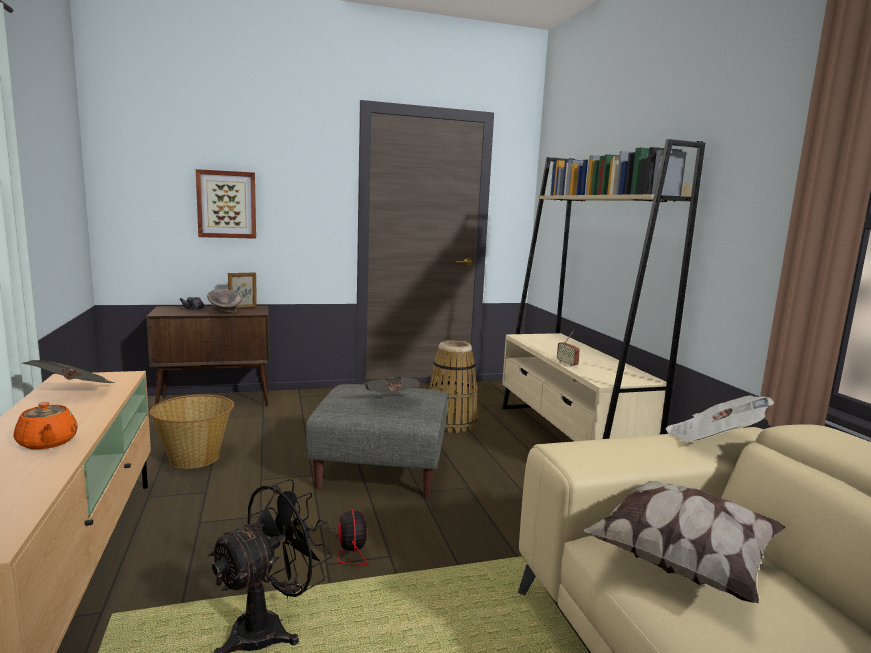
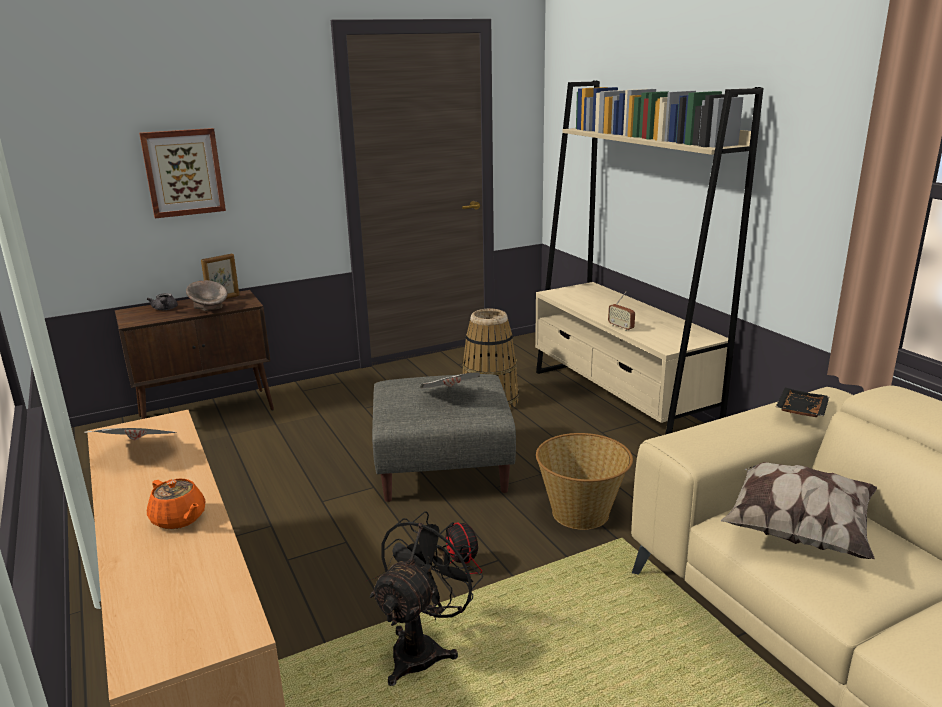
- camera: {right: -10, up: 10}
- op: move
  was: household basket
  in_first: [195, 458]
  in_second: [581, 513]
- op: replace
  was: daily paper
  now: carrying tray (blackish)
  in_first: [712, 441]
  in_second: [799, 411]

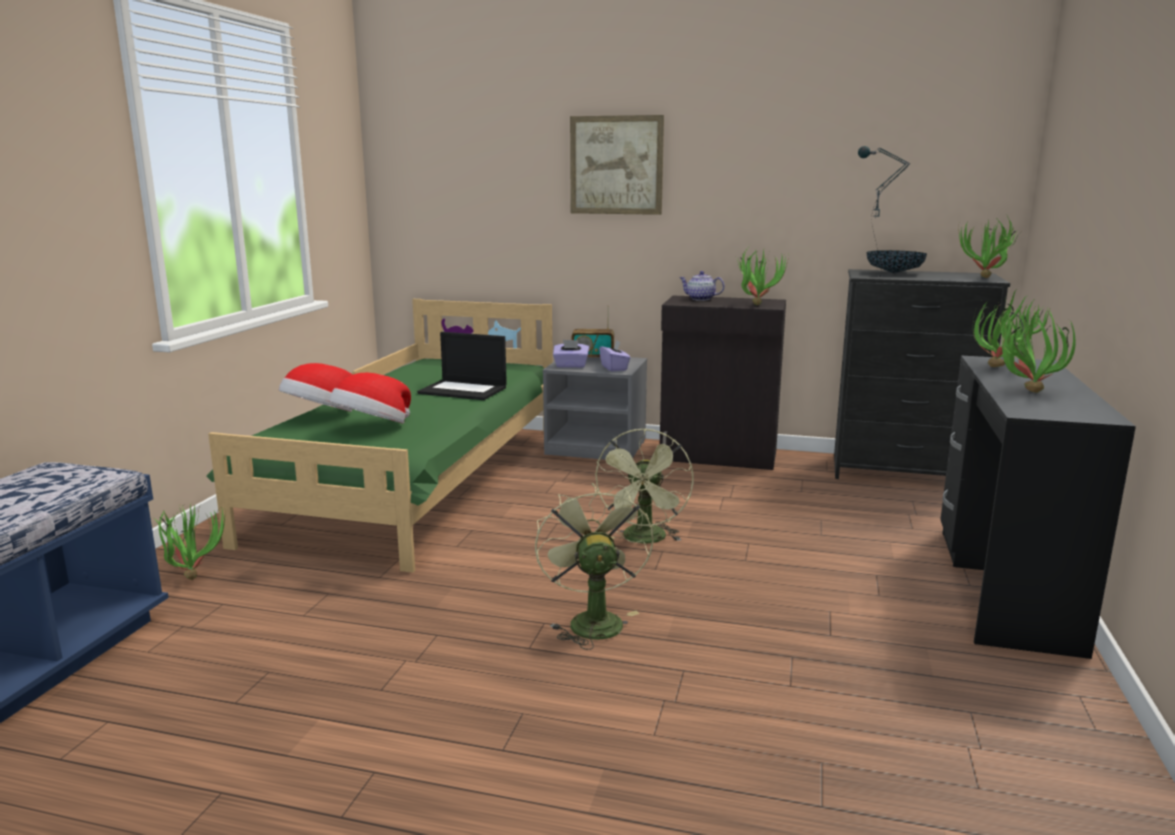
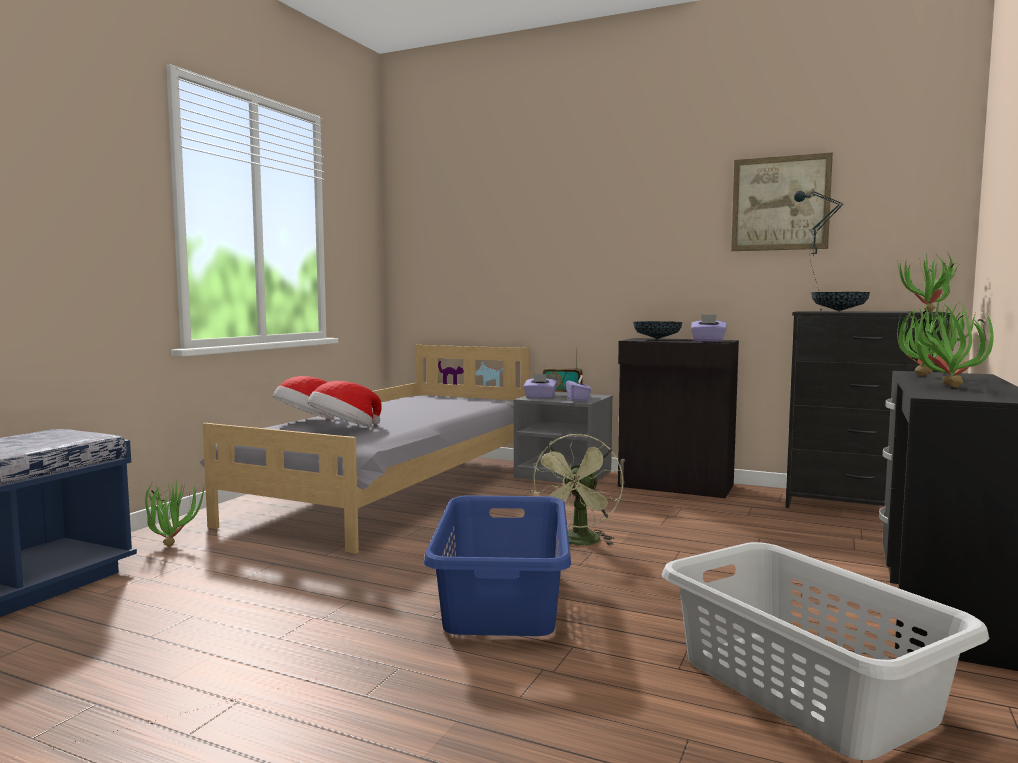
- camera: {right: 10, up: -10}
- op: move
  was: wall picture
  in_first: [616, 165]
  in_second: [780, 203]
- op: replace
  was: plant in a pot
  now: box of tissues (purplish)
  in_first: [757, 304]
  in_second: [708, 341]
- op: replace
  was: teapot
  now: bowl
  in_first: [700, 299]
  in_second: [657, 339]
- op: recolor
  was: sleeping bed (green-coloured)
  now: sleeping bed (greyish)
  in_first: [418, 481]
  in_second: [395, 490]
- op: delete
  was: notebook computer
  in_first: [464, 390]
- op: replace
  was: fan (green-coloured)
  now: washing basket (bluish)
  in_first: [592, 620]
  in_second: [501, 600]
- op: insert
  now: washing basket (greyish)
  in_second: [804, 689]

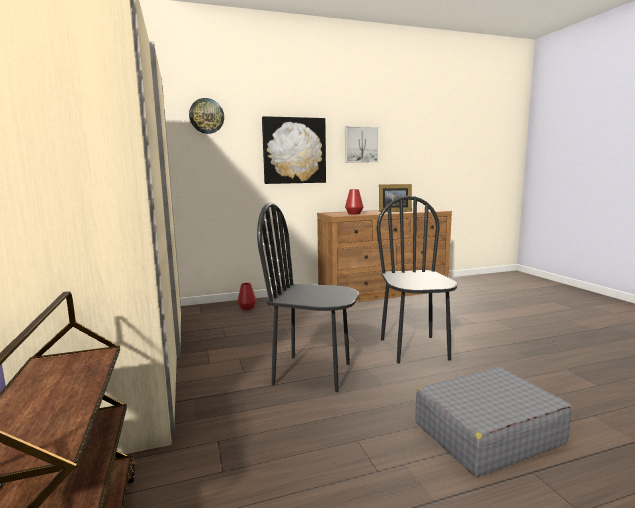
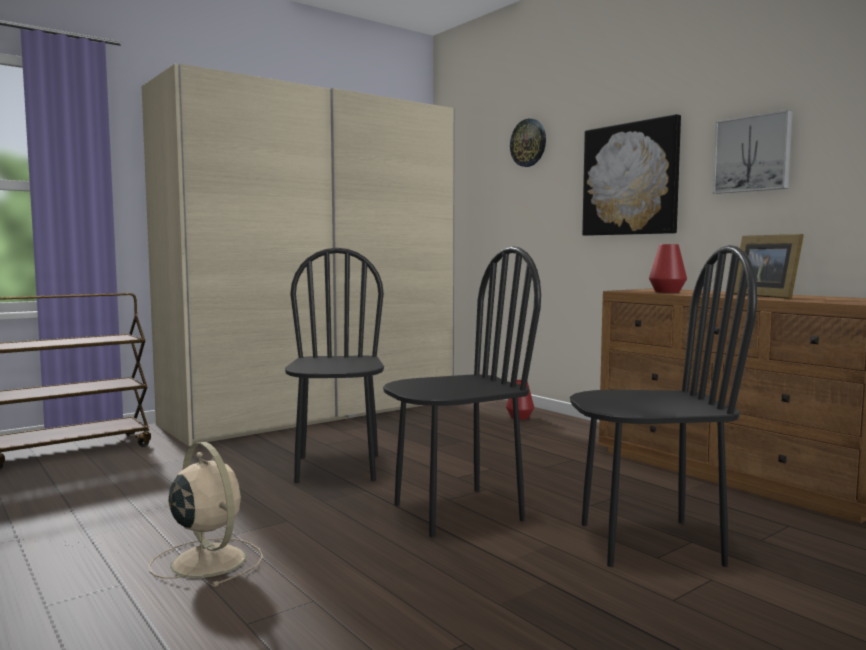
- camera: {right: 70, up: -5}
- op: replace
  was: travel case (greyish)
  now: fan (sand-coloured)
  in_first: [487, 433]
  in_second: [207, 560]
- op: insert
  now: chair (blackish)
  in_second: [649, 543]

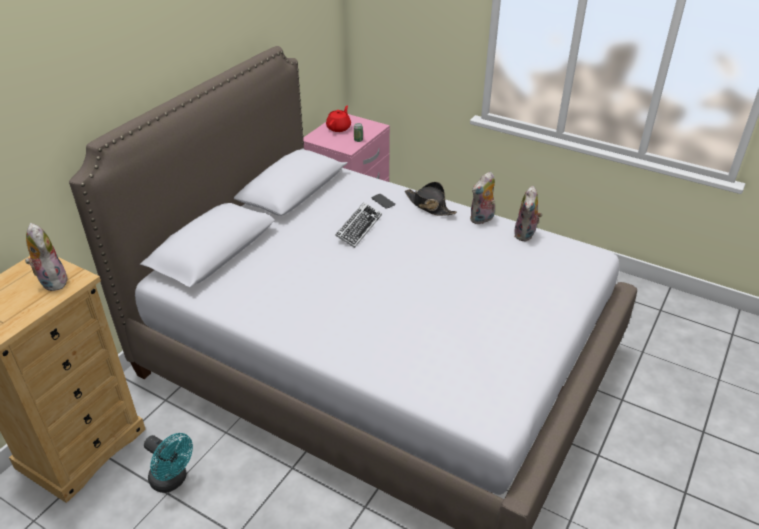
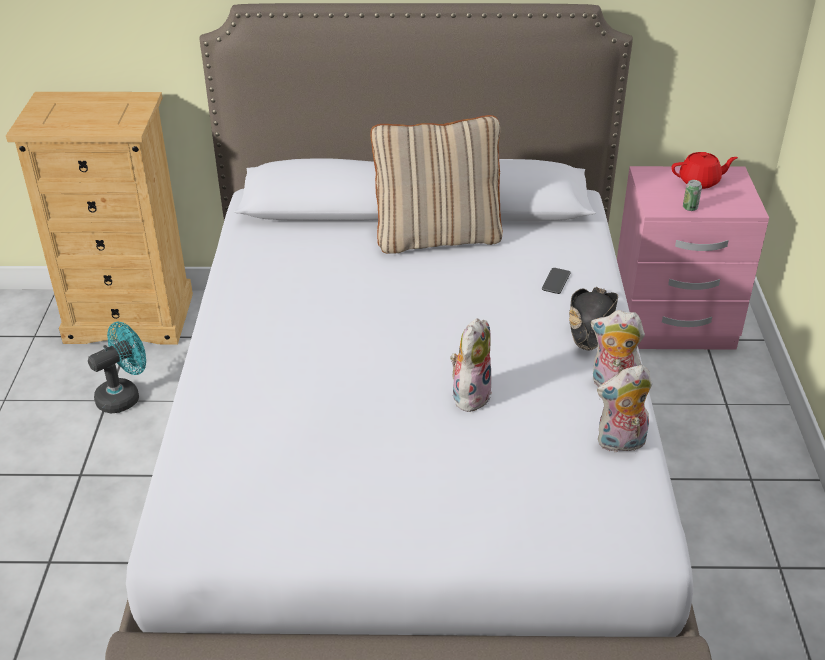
- camera: {right: 60, up: 0}
- op: delete
  was: computer keyboard
  in_first: [358, 228]
- op: move
  was: cuddly toy
  in_first: [51, 281]
  in_second: [470, 394]
- op: rotate
  was: fan (turquoise)
  in_first: [173, 480]
  in_second: [124, 396]
  clockwise: -135
- op: insert
  now: cushion (sand-coloured)
  in_second: [437, 237]

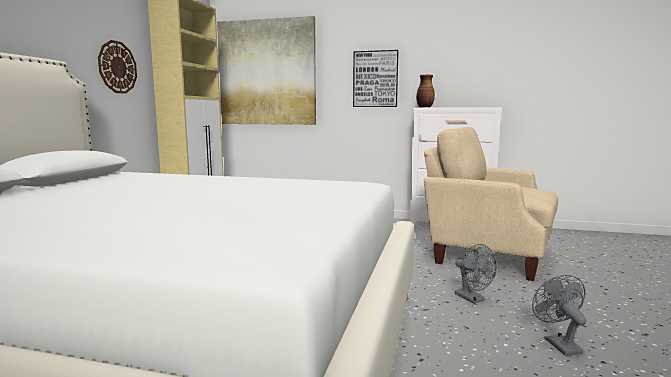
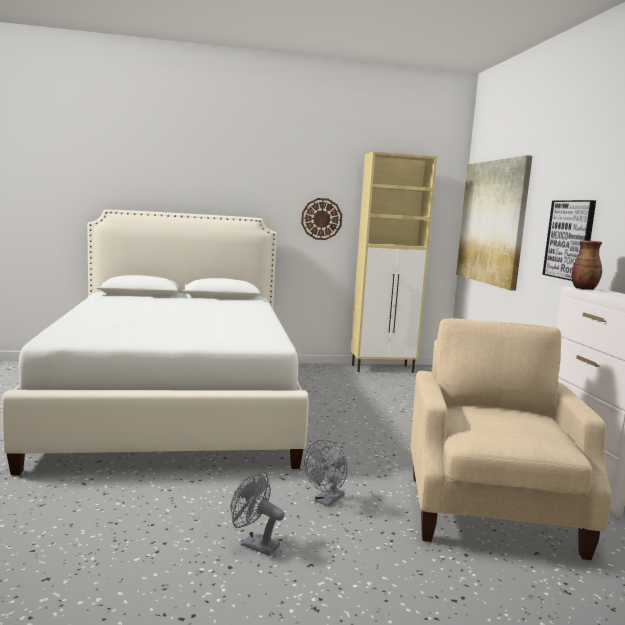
- camera: {right: 65, up: 0}
- op: rotate
  was: fan (greyish)
  in_first: [558, 343]
  in_second: [254, 544]
  clockwise: -120

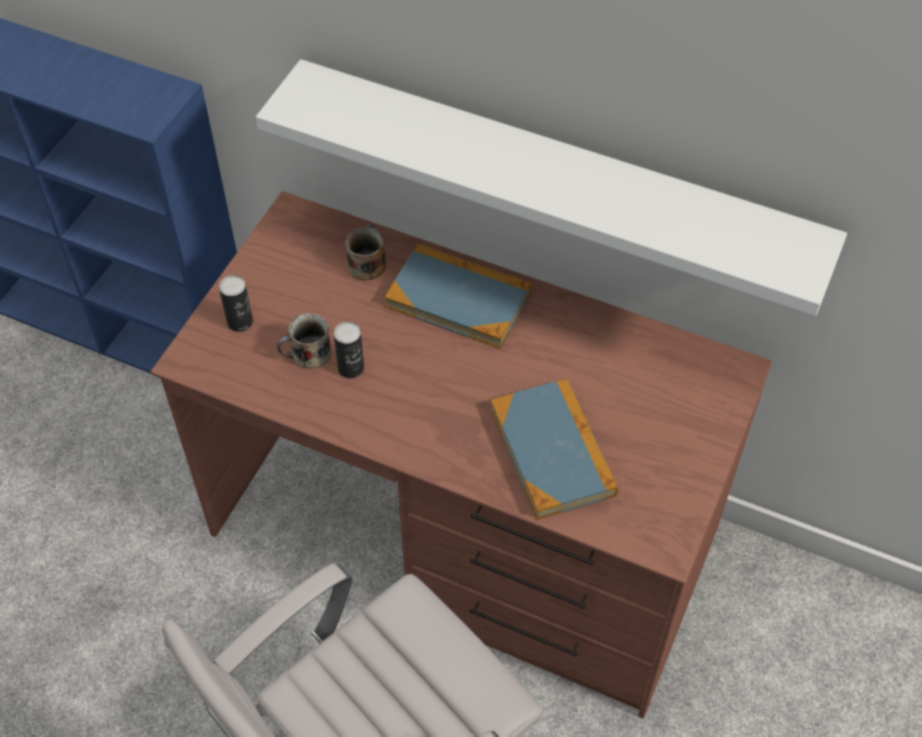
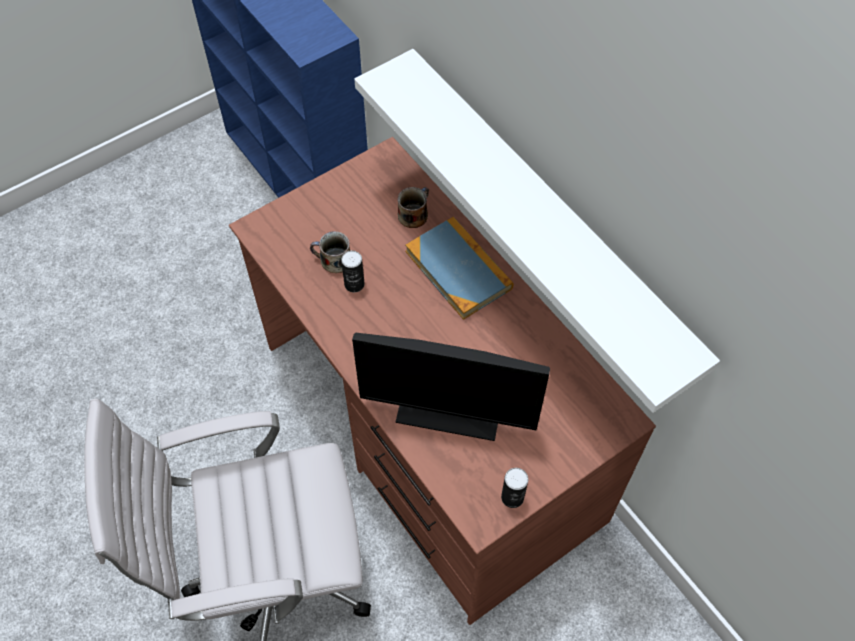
- camera: {right: 30, up: 5}
- op: move
  was: can
  in_first: [240, 322]
  in_second: [512, 497]
- op: replace
  was: bound book
  now: computer display
  in_first: [552, 451]
  in_second: [449, 411]

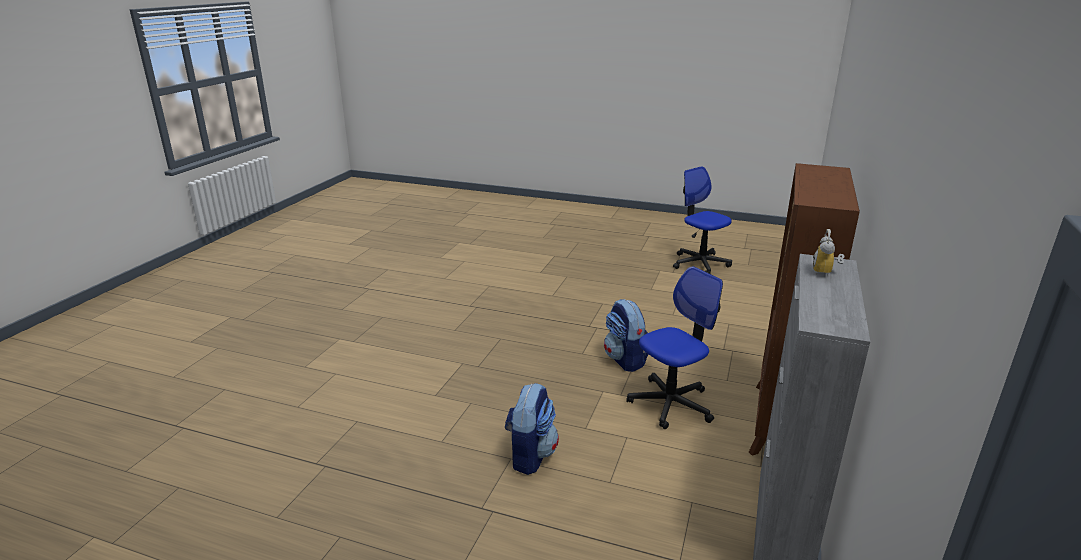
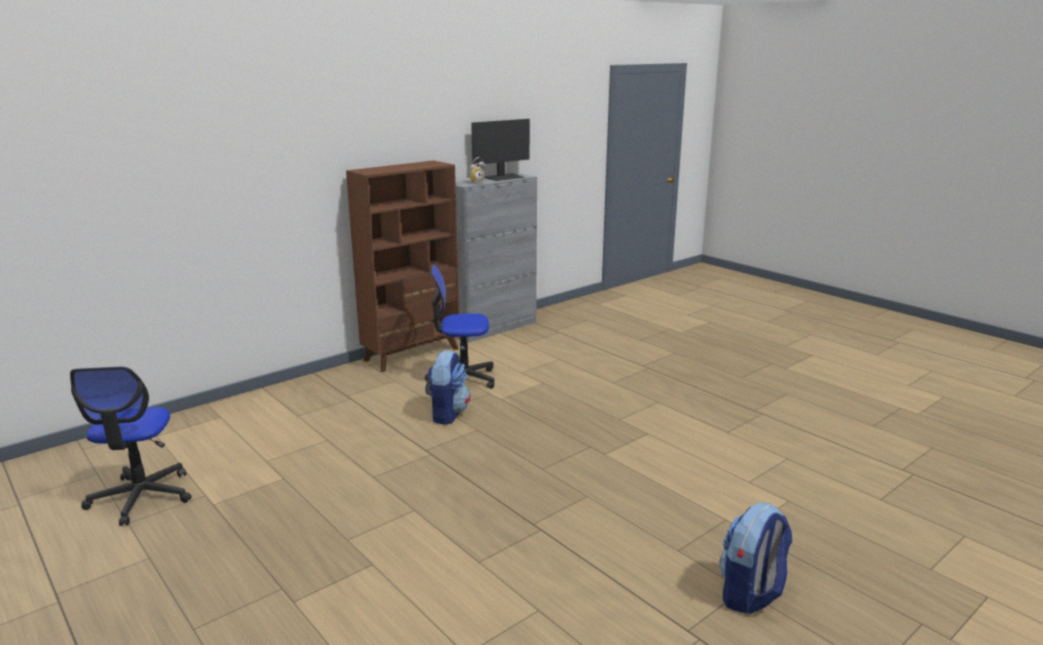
- camera: {right: -150, up: -5}
- op: move
  was: backpack
  in_first: [530, 455]
  in_second: [751, 595]
- op: insert
  now: computer display
  in_second: [504, 177]

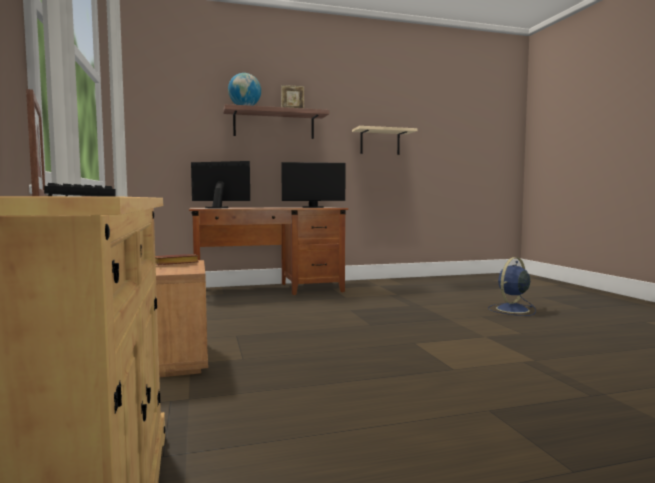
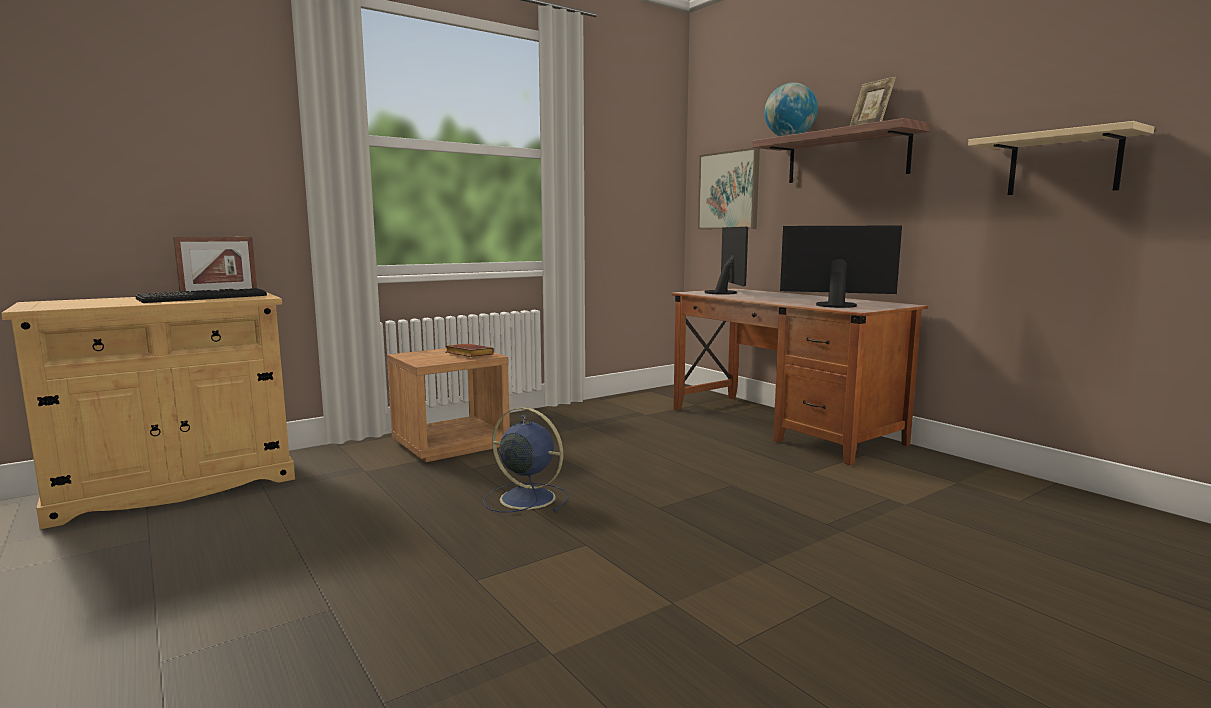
- camera: {right: 70, up: 5}
- op: rotate
  was: computer display
  in_first: [313, 207]
  in_second: [835, 305]
  clockwise: 135
- op: move
  was: fan (bluish)
  in_first: [511, 309]
  in_second: [525, 498]
- op: insert
  now: wall picture
  in_second: [729, 190]

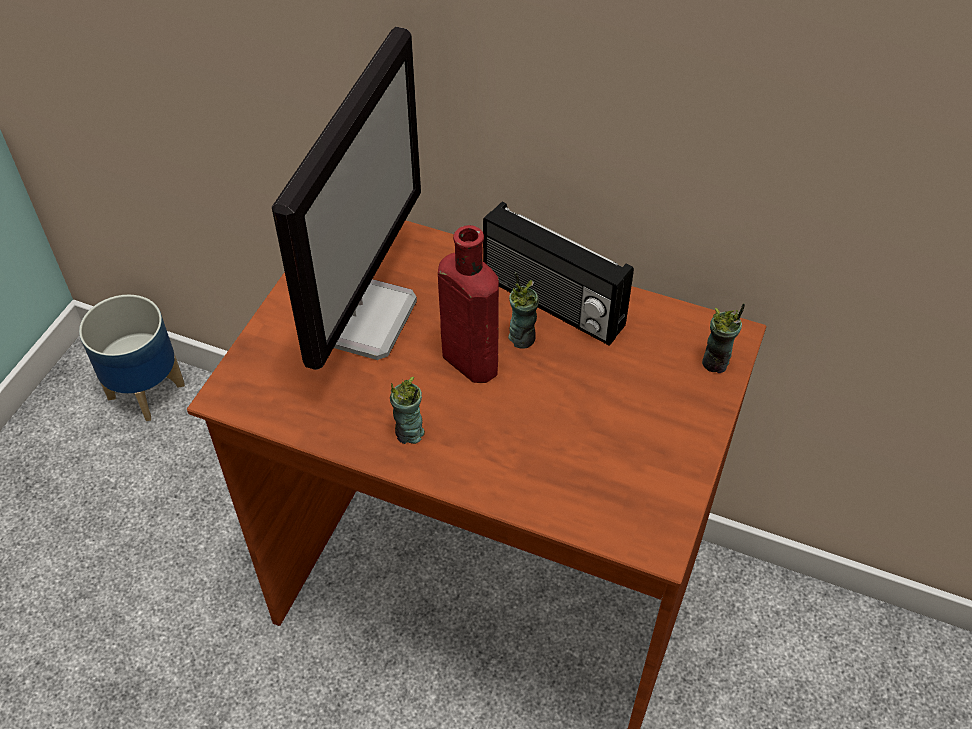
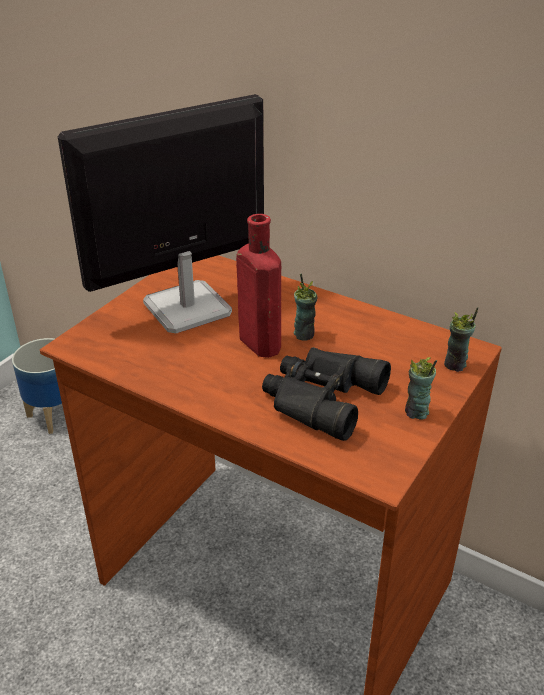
- camera: {right: 10, up: -15}
- op: rotate
  was: computer display
  in_first: [360, 315]
  in_second: [185, 309]
  clockwise: -150
- op: delete
  was: radio
  in_first: [551, 304]
- op: move
  was: drinking cup
  in_first: [409, 433]
  in_second: [416, 412]
- op: insert
  now: pair of binoculars (blackish)
  in_second: [319, 398]

